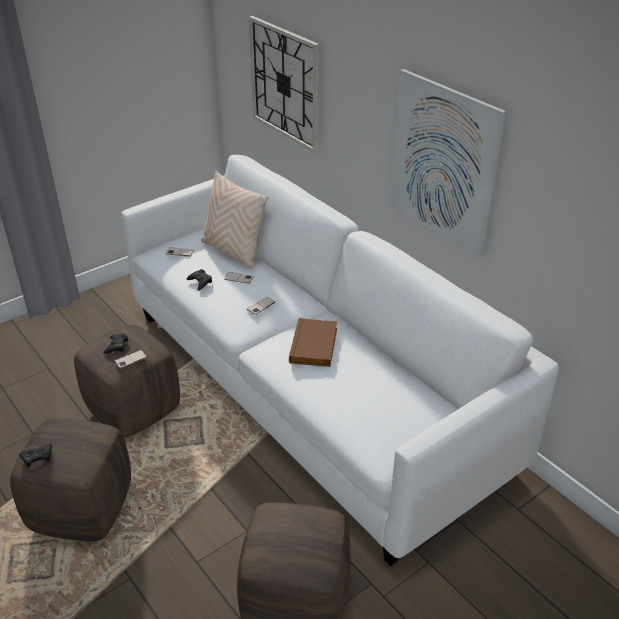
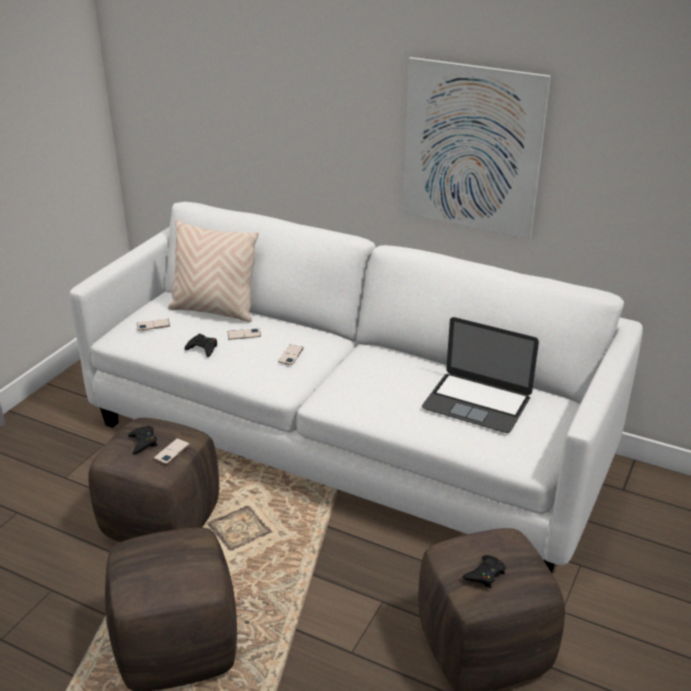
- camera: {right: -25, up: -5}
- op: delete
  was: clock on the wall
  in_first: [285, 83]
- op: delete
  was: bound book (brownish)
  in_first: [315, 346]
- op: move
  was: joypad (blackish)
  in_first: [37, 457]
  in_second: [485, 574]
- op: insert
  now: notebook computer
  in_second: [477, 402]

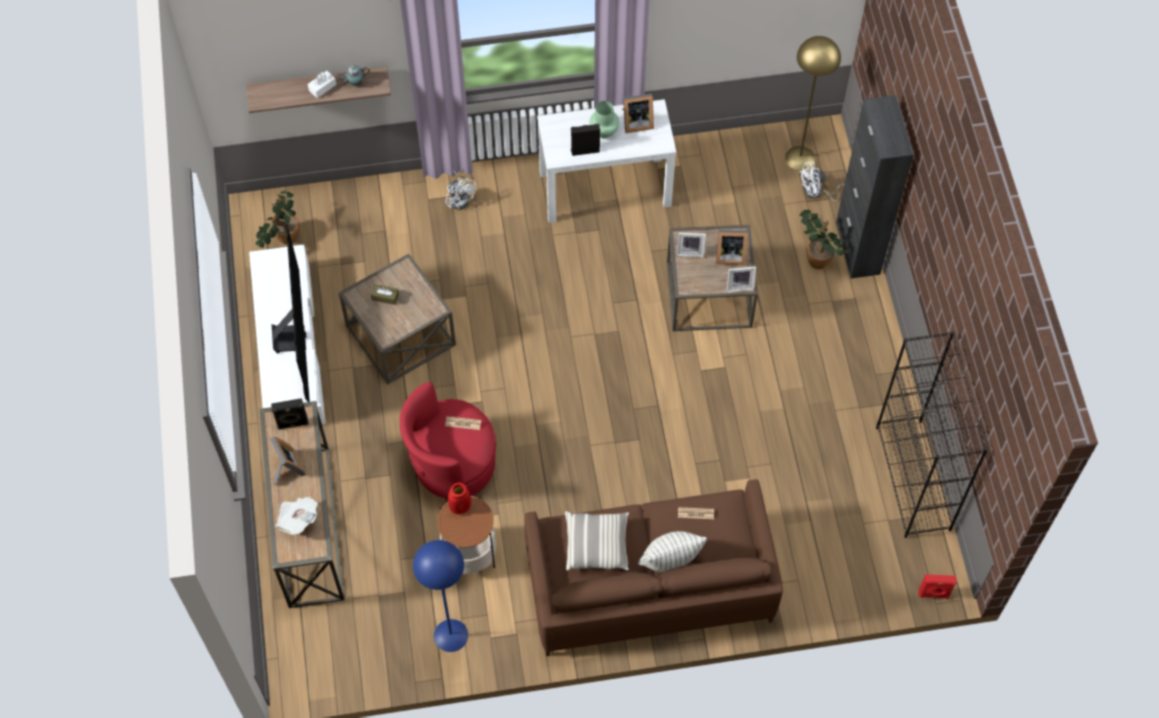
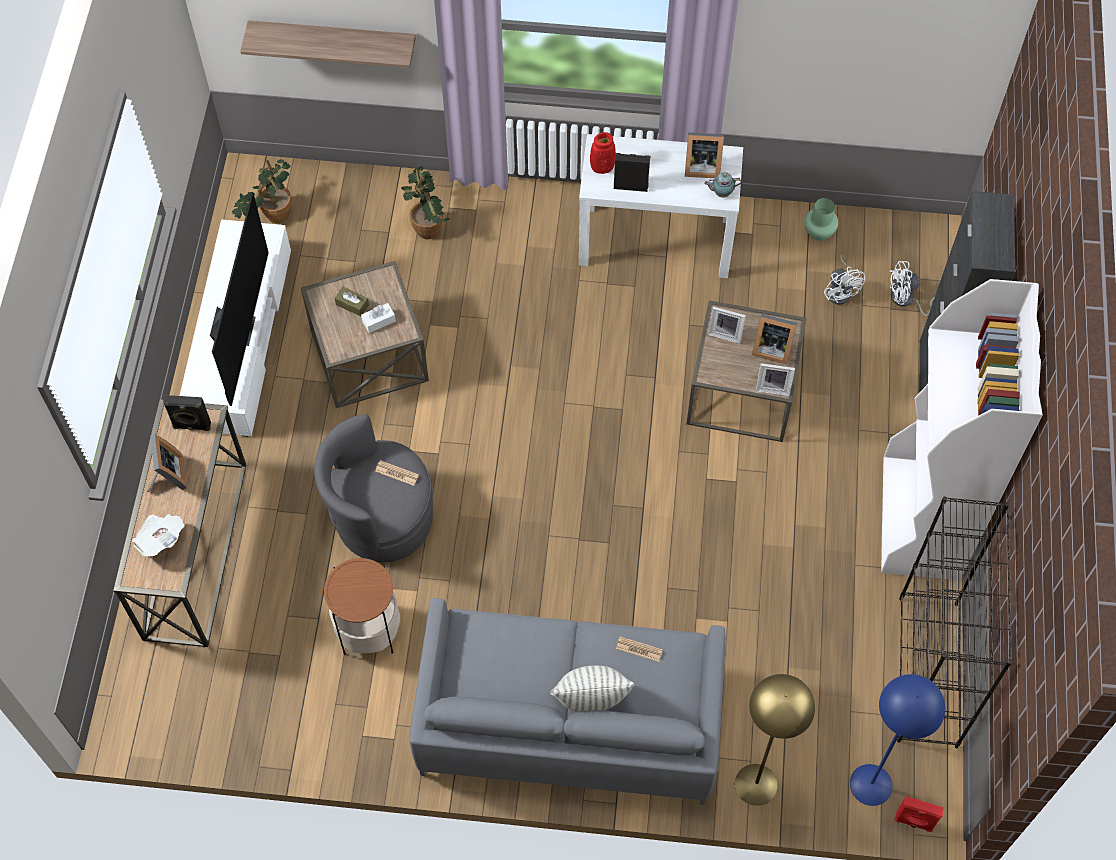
- camera: {right: 15, up: 0}
- op: move
  was: standard lamp (yellowish)
  in_first: [800, 158]
  in_second: [755, 784]
- op: move
  was: teapot
  in_first: [355, 83]
  in_second: [721, 193]
- op: move
  was: box of tissues (white-coloured)
  in_first: [322, 87]
  in_second: [379, 321]
- op: move
  was: vase (green-coloured)
  in_first: [604, 131]
  in_second: [819, 232]
- op: move
  was: fan (white-coloured)
  in_first: [460, 198]
  in_second: [841, 291]
- op: move
  was: plant in a pot
  in_first: [817, 256]
  in_second: [428, 225]
- op: recolor
  was: easy chair (red)
  now: easy chair (greyish)
  in_first: [452, 464]
  in_second: [381, 518]
- op: recolor
  was: couch (brownish)
  now: couch (greyish)
  in_first: [649, 584]
  in_second: [569, 719]
- op: move
  was: vase (red)
  in_first: [460, 507]
  in_second: [602, 167]
- op: delete
  was: cushion
  in_first: [597, 545]
- op: move
  was: standard lamp (bluish)
  in_first: [450, 635]
  in_second: [870, 784]
- op: insert
  now: bookshelf (white-coloured)
  in_second: [921, 519]

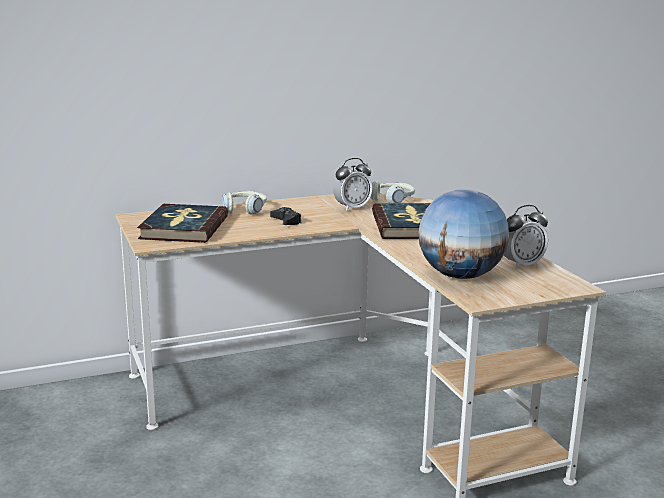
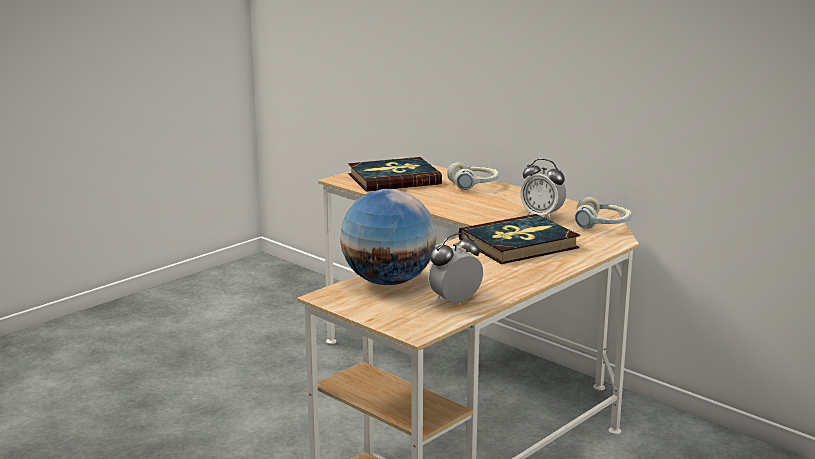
- camera: {right: 65, up: 0}
- op: rotate
  was: bedside clock
  in_first: [521, 265]
  in_second: [455, 302]
  clockwise: 105
- op: delete
  was: joypad (blackish)
  in_first: [286, 221]

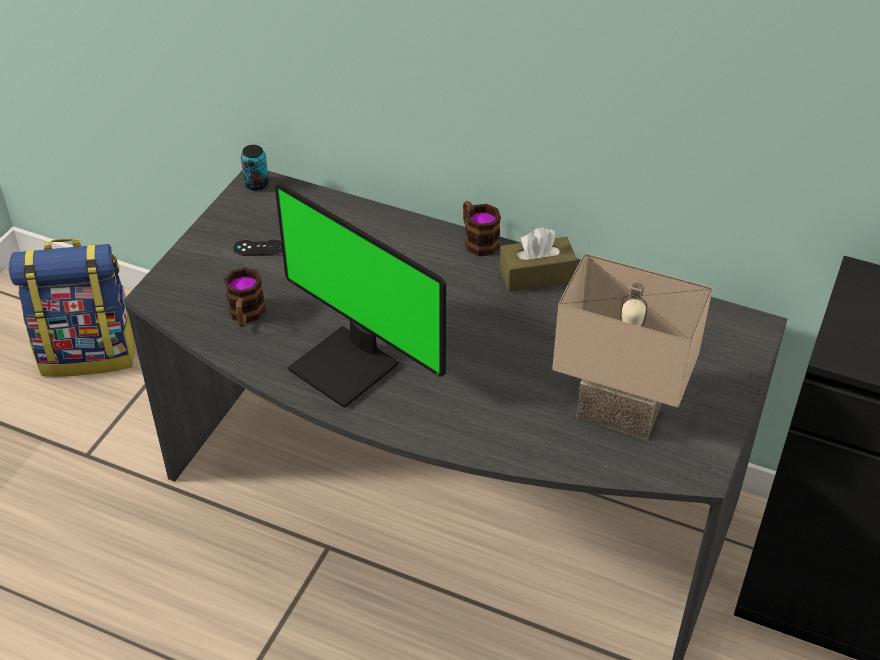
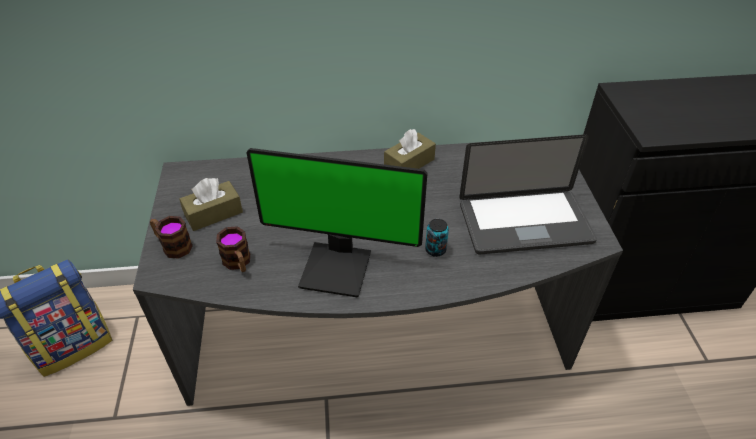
- camera: {right: -30, up: 0}
- op: move
  was: can
  in_first: [256, 184]
  in_second: [435, 250]
- op: move
  was: mug
  in_first: [477, 240]
  in_second: [173, 246]
- op: replace
  was: joypad (blackish)
  now: box of tissues (brownish)
  in_first: [259, 248]
  in_second: [213, 213]
- op: replace
  was: table lamp (sand-coloured)
  now: notebook computer
  in_first: [620, 410]
  in_second: [524, 223]

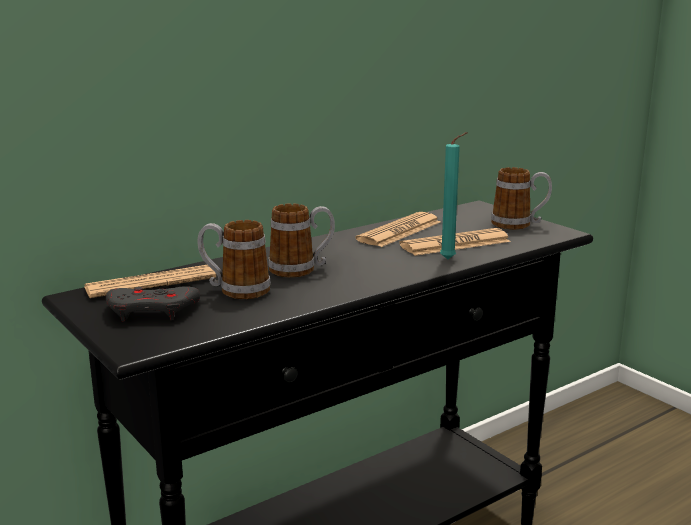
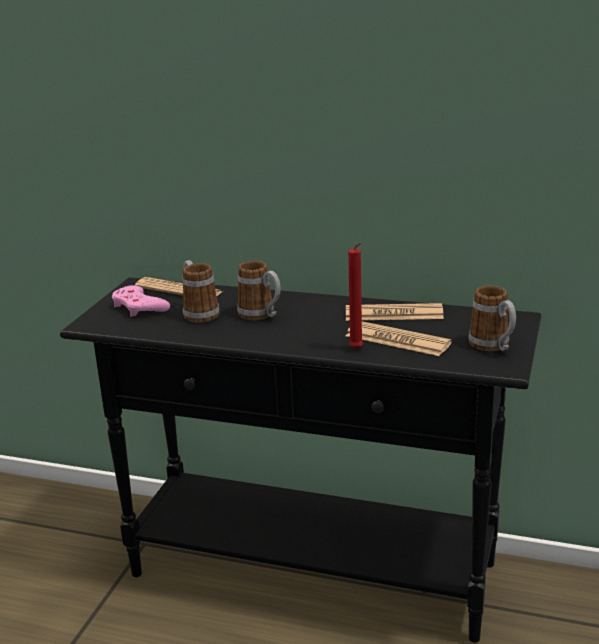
- camera: {right: 55, up: 5}
- op: recolor
  was: wax light (turquoise)
  now: wax light (red)
  in_first: [450, 259]
  in_second: [357, 349]
- op: recolor
  was: joypad (greyish)
  now: joypad (pink)
  in_first: [152, 310]
  in_second: [139, 307]

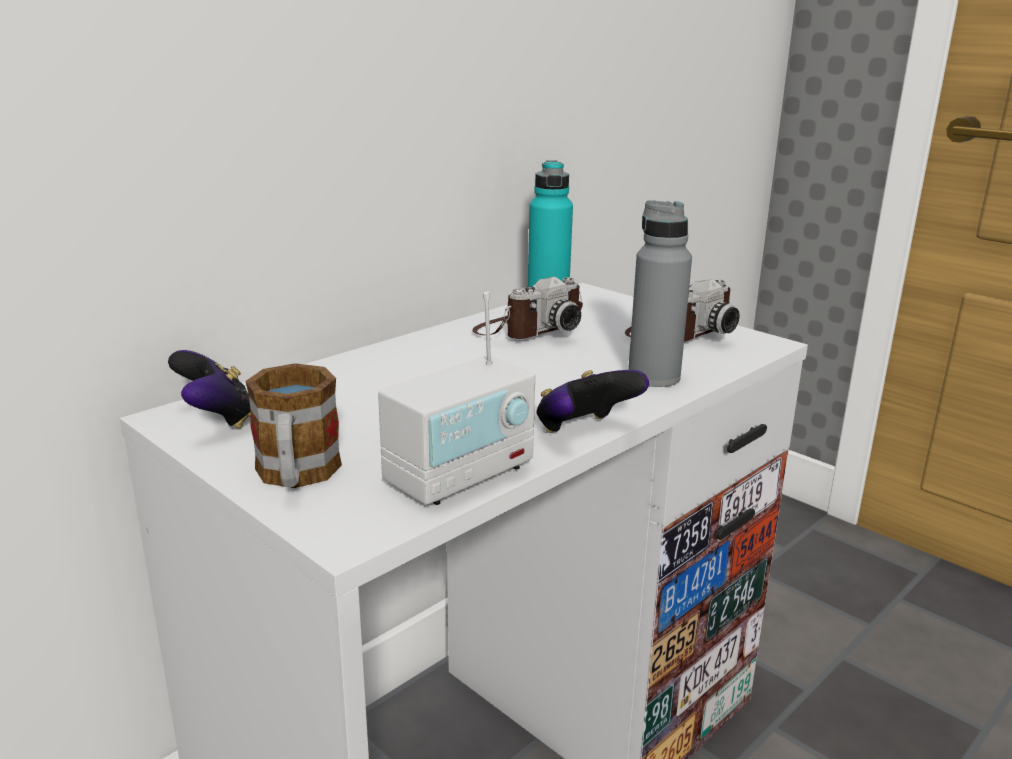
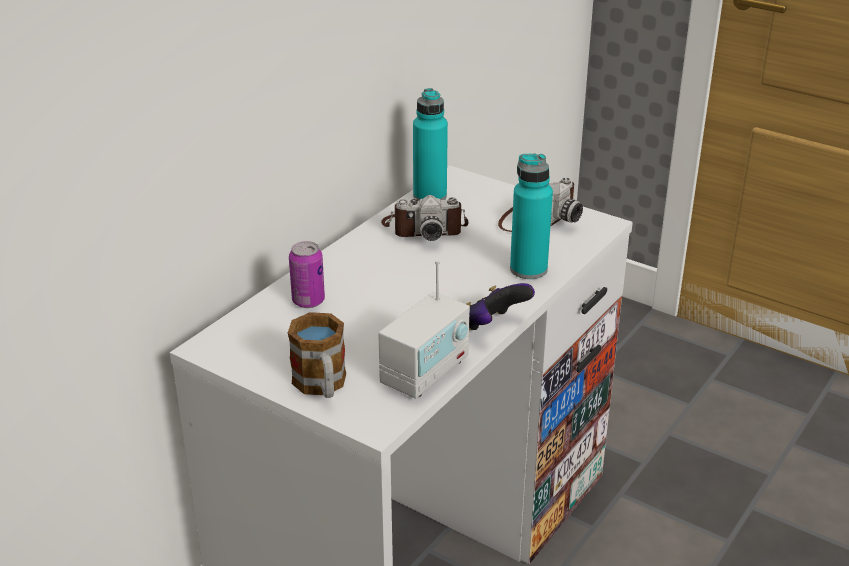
- camera: {right: -10, up: 10}
- op: recolor
  was: beverage bottle (greyish)
  now: beverage bottle (turquoise)
  in_first: [653, 377]
  in_second: [528, 269]
- op: rotate
  was: still camera
  in_first: [529, 329]
  in_second: [424, 228]
  clockwise: 45
- op: delete
  was: joypad
  in_first: [217, 419]
- op: insert
  now: can
  in_second: [308, 301]

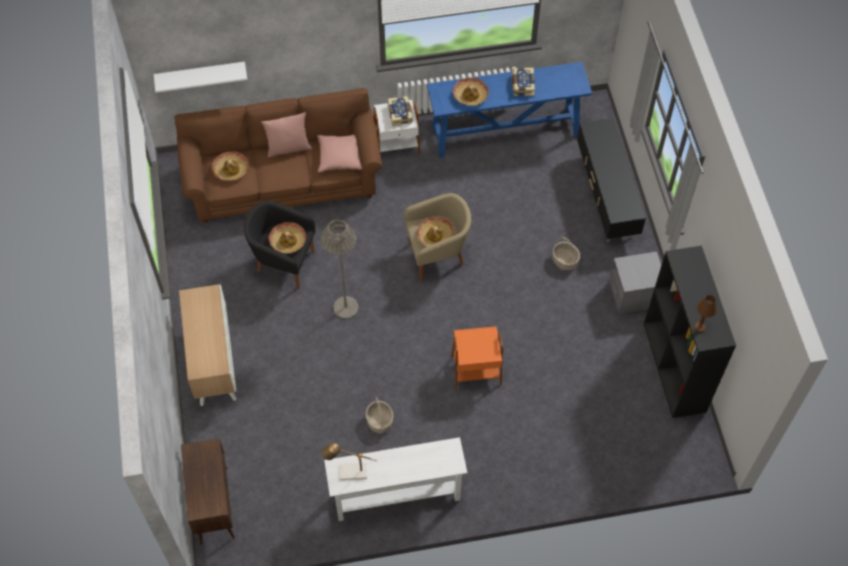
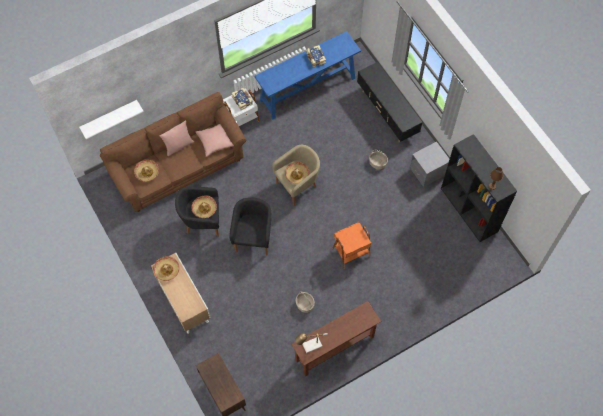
- camera: {right: -20, up: 5}
- op: move
  was: wearable hat
  in_first: [470, 95]
  in_second: [166, 270]
- op: replace
  was: standard lamp (greyish)
  now: easy chair (blackish)
  in_first: [345, 307]
  in_second: [253, 238]
- op: recolor
  was: hall table (white-coloured)
  now: hall table (brownish)
  in_first: [397, 496]
  in_second: [335, 348]

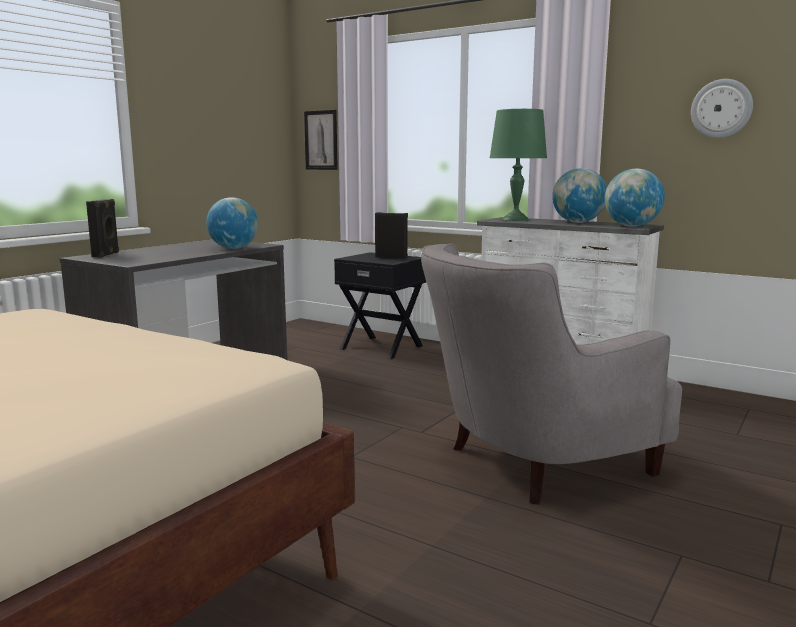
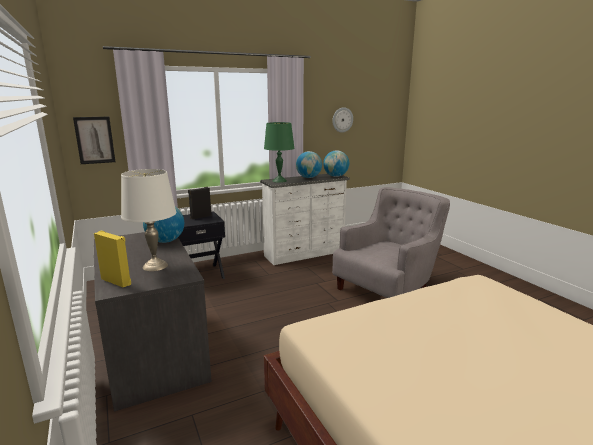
- camera: {right: -60, up: 5}
- op: recolor
  was: loudspeaker (blackish)
  now: loudspeaker (yellowish)
  in_first: [106, 255]
  in_second: [117, 281]
- op: rotate
  was: easy chair (greyish)
  in_first: [534, 462]
  in_second: [388, 288]
  clockwise: -135
- op: insert
  now: table lamp (white-coloured)
  in_second: [155, 266]

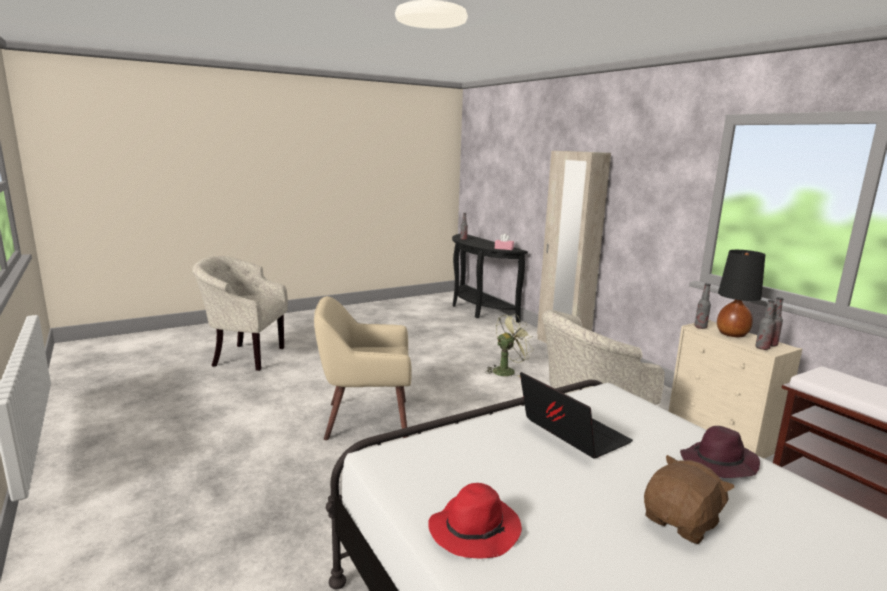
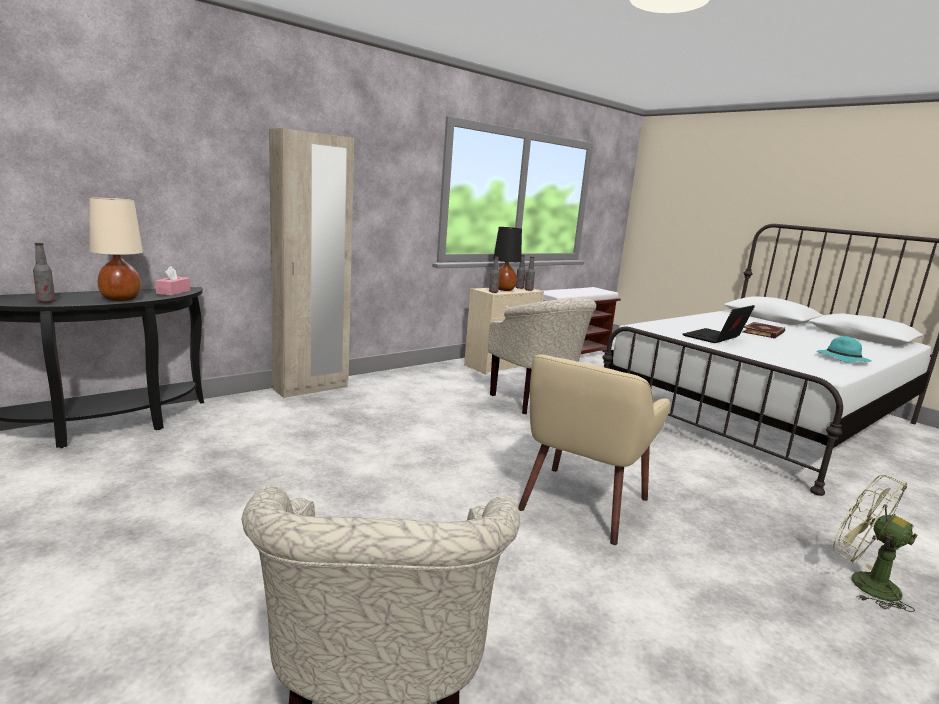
- camera: {right: -100, up: 0}
- op: rotate
  was: easy chair (sand-coloured)
  in_first: [366, 419]
  in_second: [582, 504]
  clockwise: 45
- op: move
  was: fan (green-coloured)
  in_first: [507, 371]
  in_second: [863, 582]
- op: delete
  was: wearable hat (purplish)
  in_first: [718, 464]
- op: replace
  was: cuddly toy (brownish)
  now: bound book
  in_first: [682, 522]
  in_second: [764, 332]
- op: recolor
  was: wearable hat (red)
  now: wearable hat (turquoise)
  in_first: [475, 529]
  in_second: [841, 359]
- op: insert
  now: table lamp (sand-coloured)
  in_second: [120, 299]

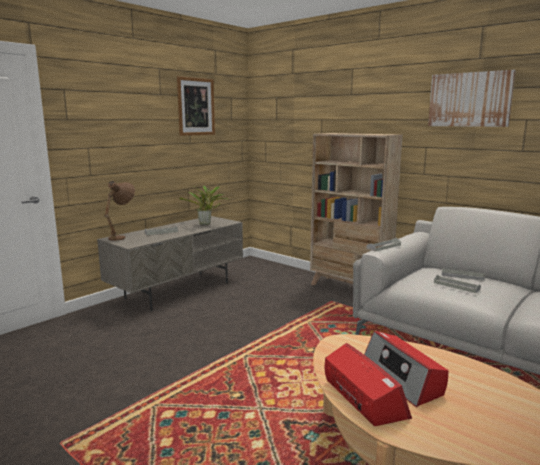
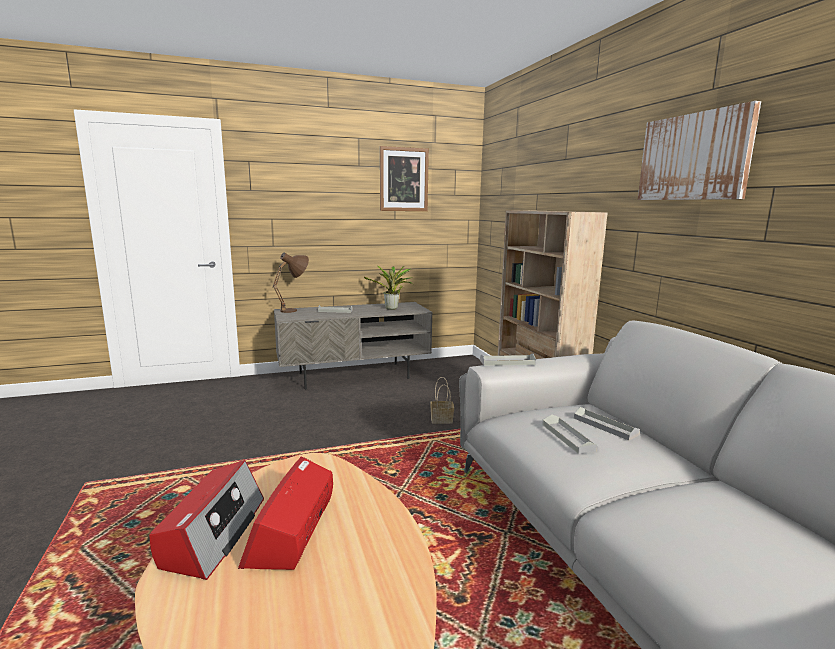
- camera: {right: 30, up: 0}
- op: insert
  now: household basket
  in_second: [442, 419]

